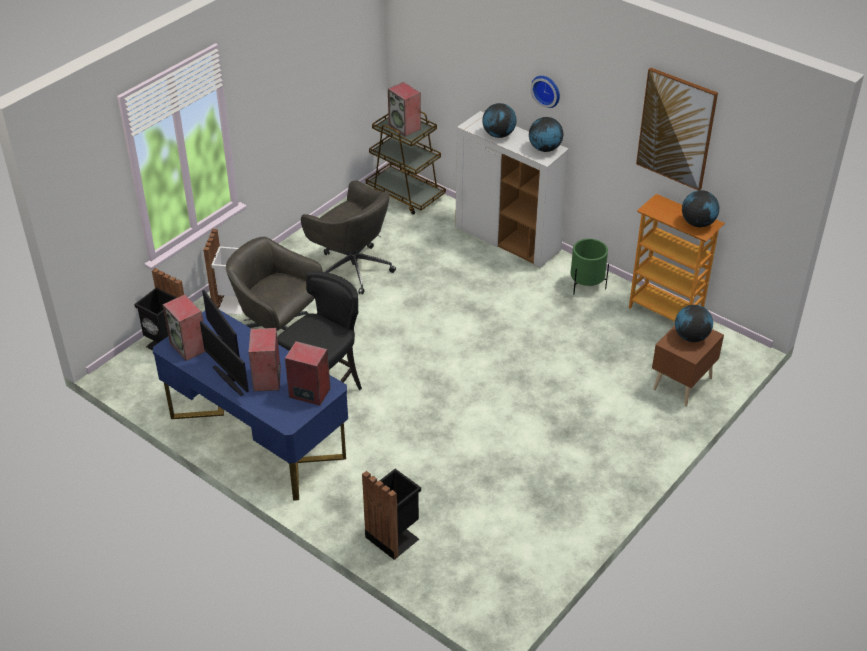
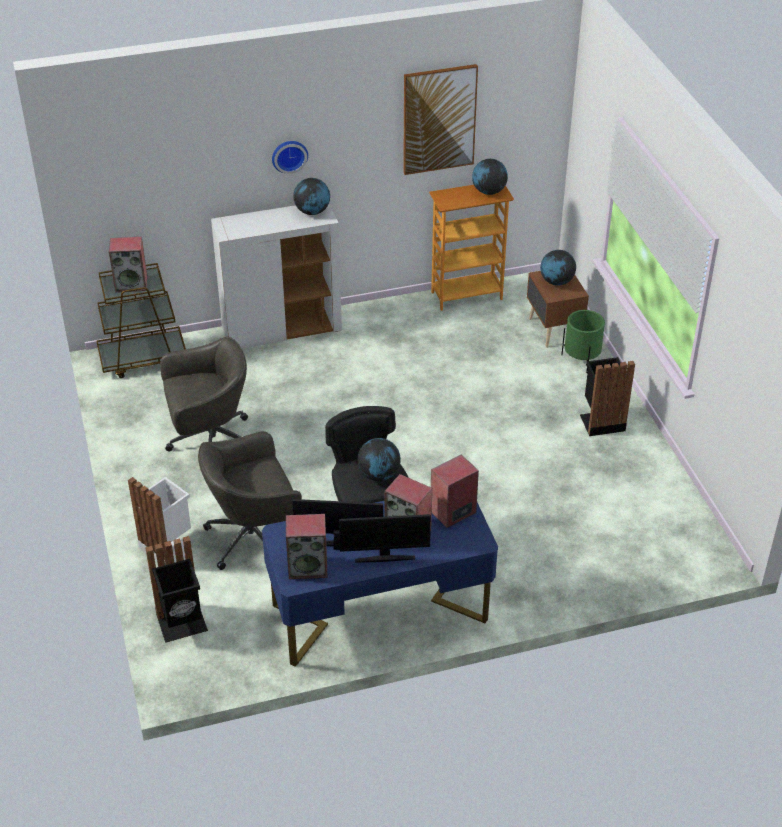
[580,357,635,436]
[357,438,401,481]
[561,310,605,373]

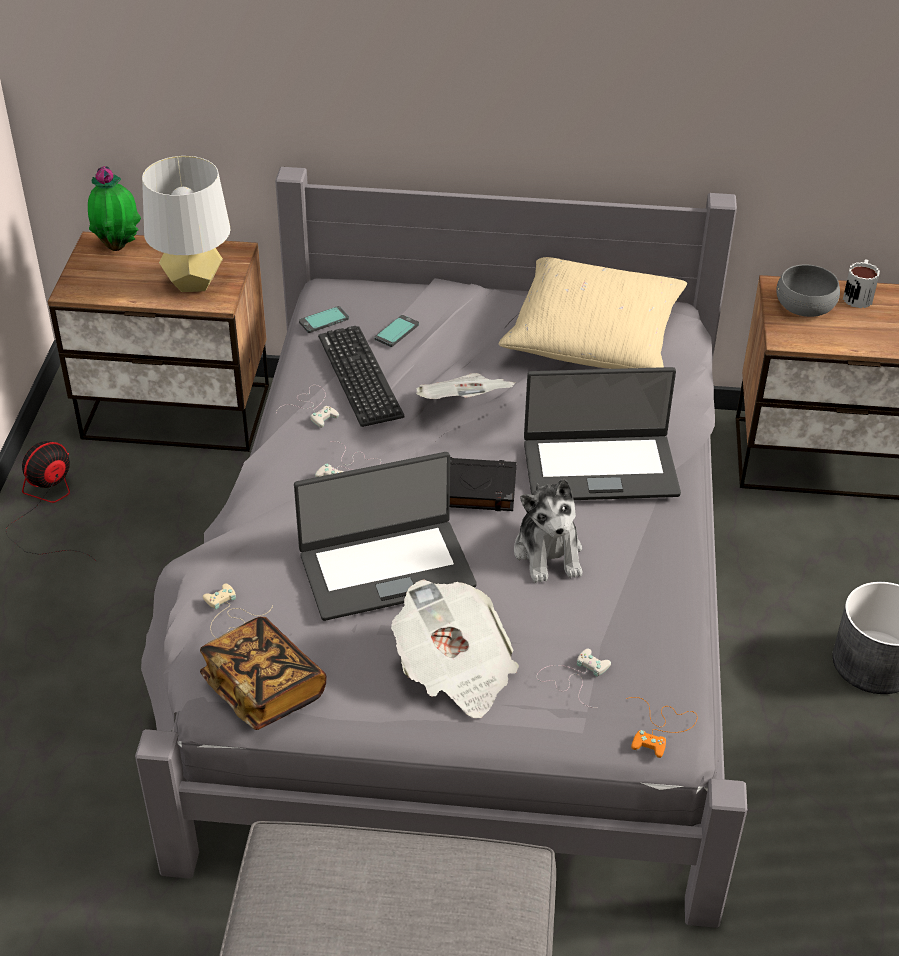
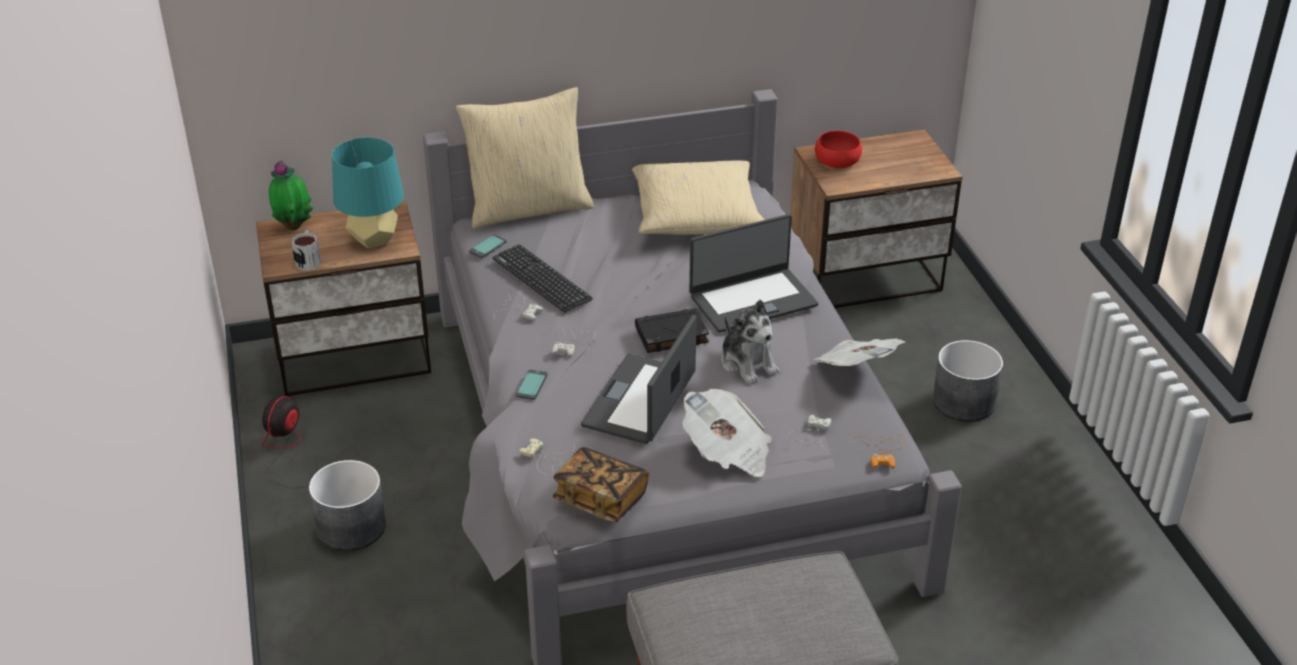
[309,460,386,551]
[456,87,594,229]
[516,369,548,400]
[813,339,906,366]
[292,230,321,271]
[332,137,404,249]
[815,131,862,168]
[581,315,697,444]

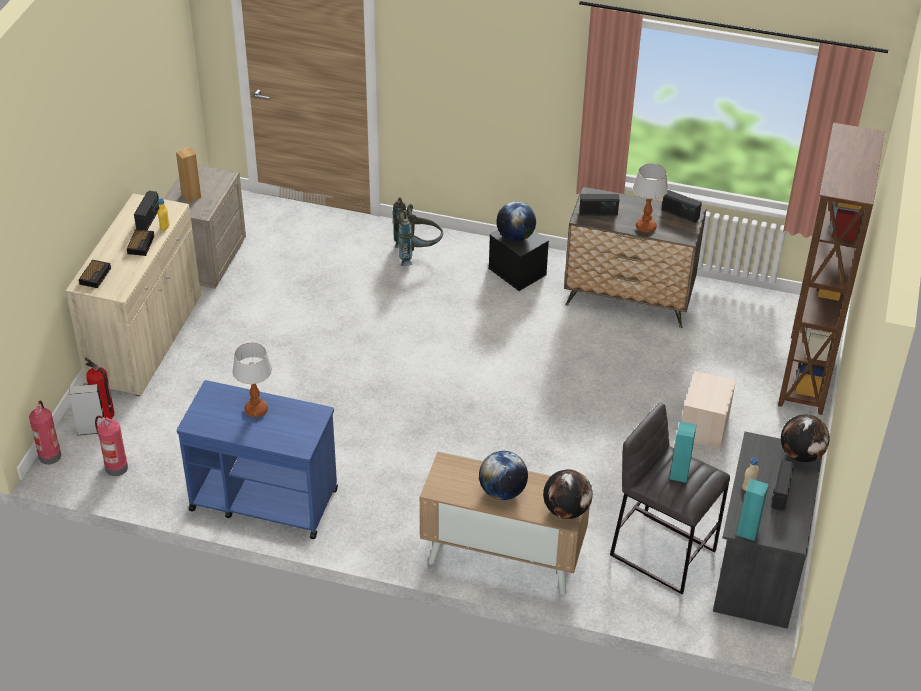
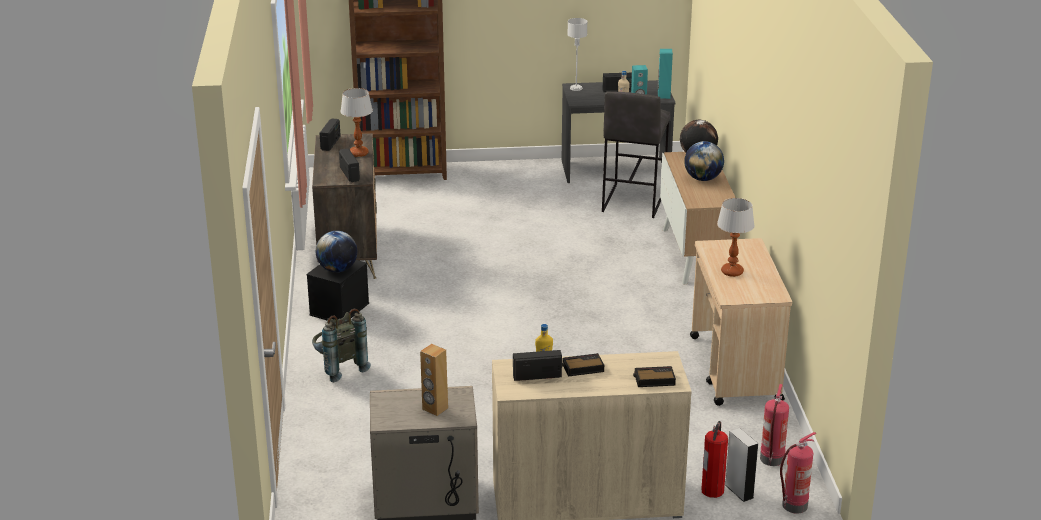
[682,371,736,450] (first image)
[567,18,587,91]
[690,238,792,406]

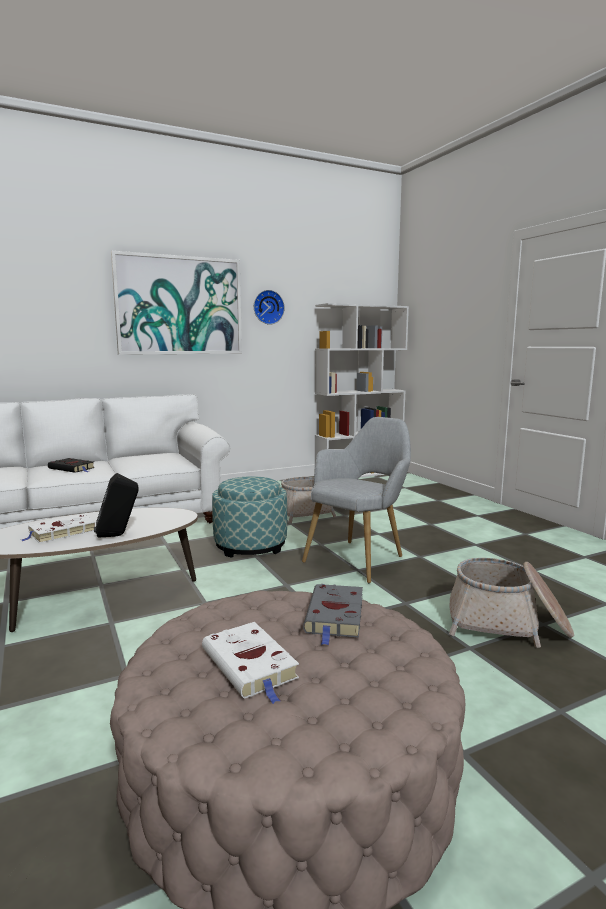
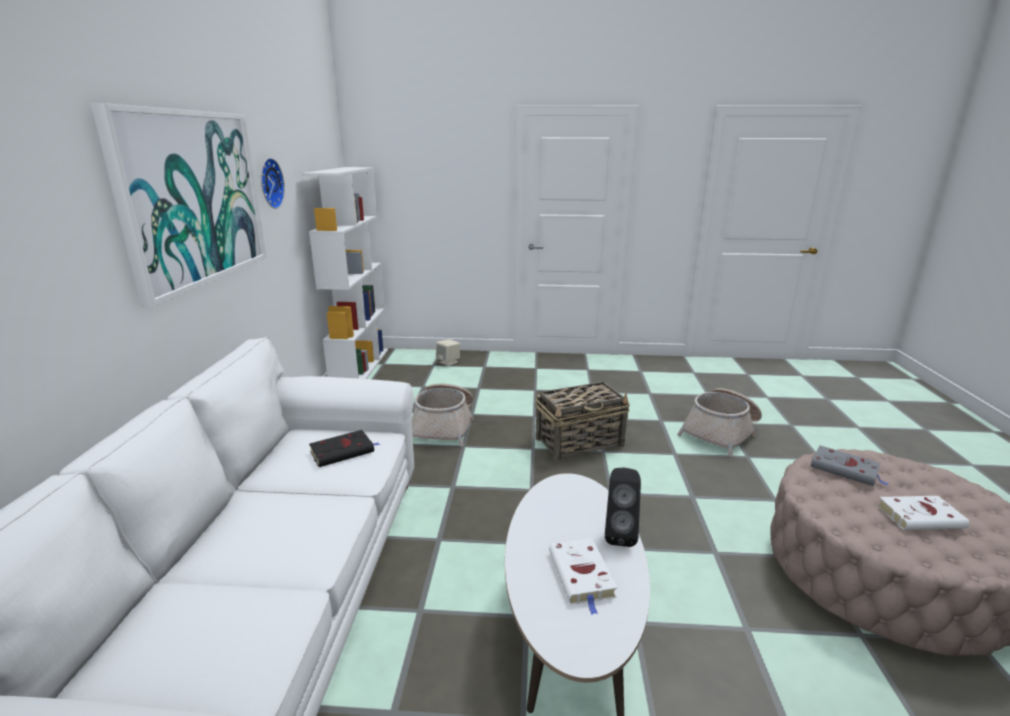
[212,476,287,558] (first image)
[436,339,460,366]
[309,430,380,467]
[535,382,630,461]

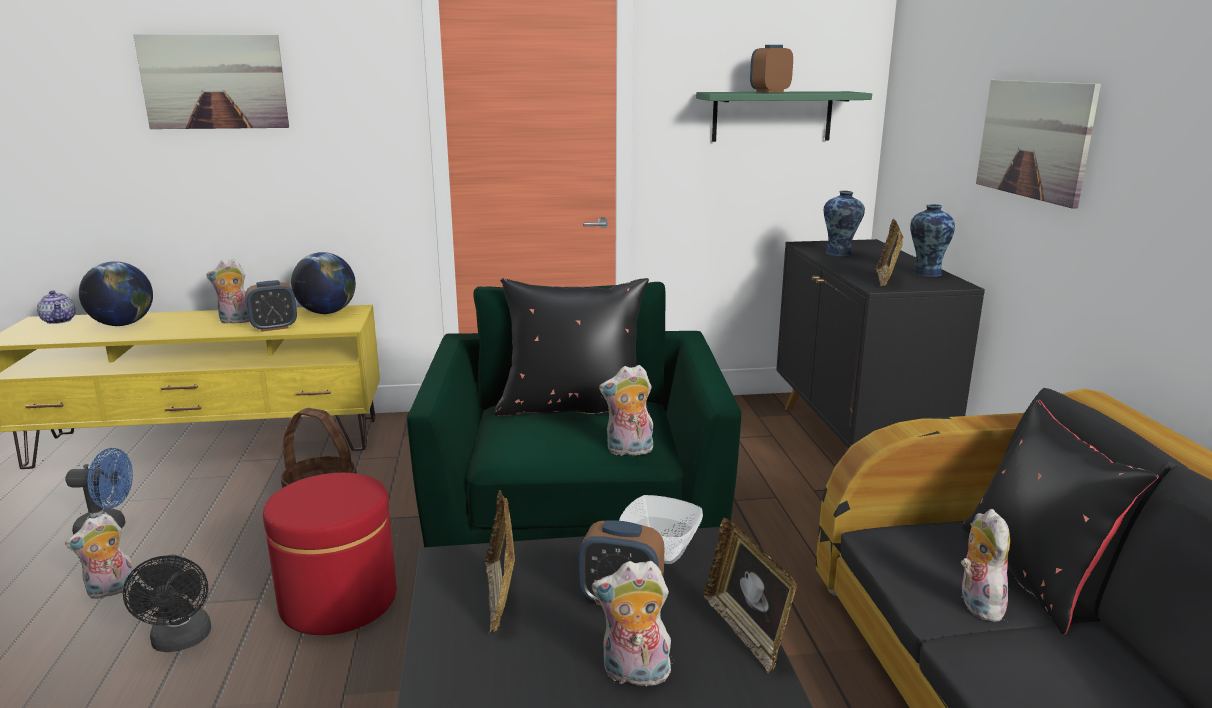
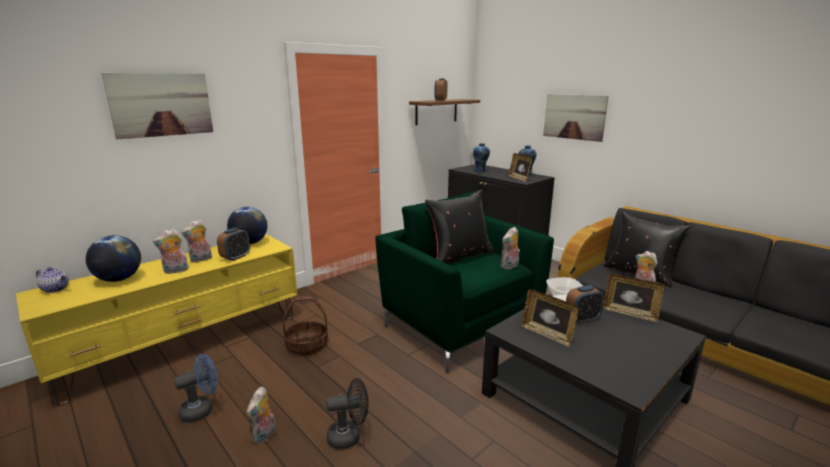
[263,473,396,635] (first image)
[153,229,189,274]
[409,99,480,125]
[326,378,369,449]

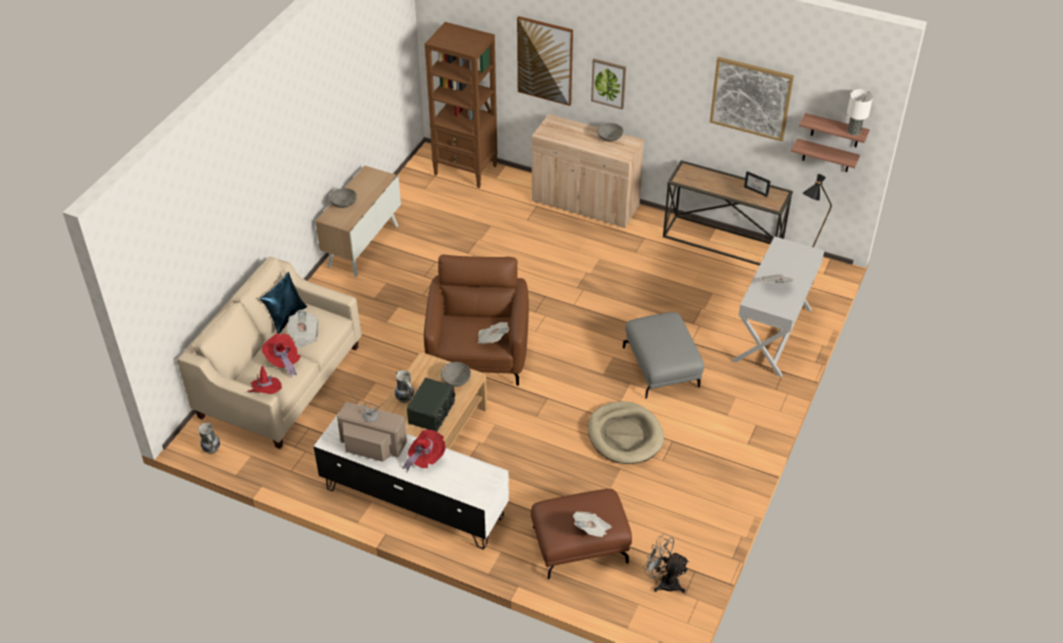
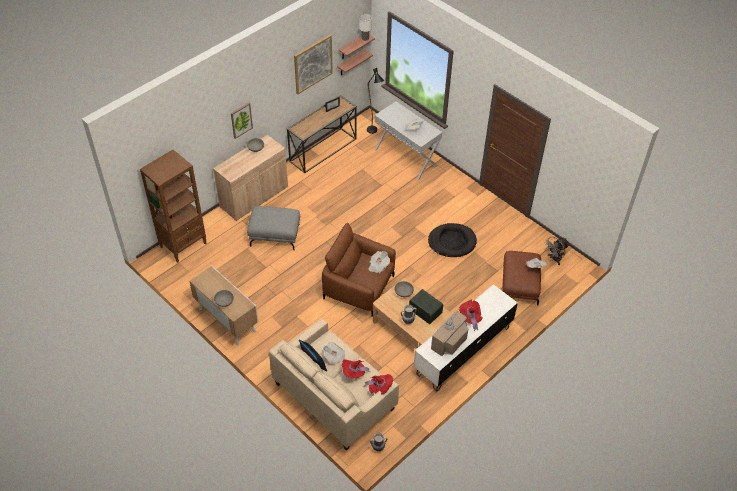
[517,16,573,106] (first image)
[247,206,300,250]
[428,223,477,257]

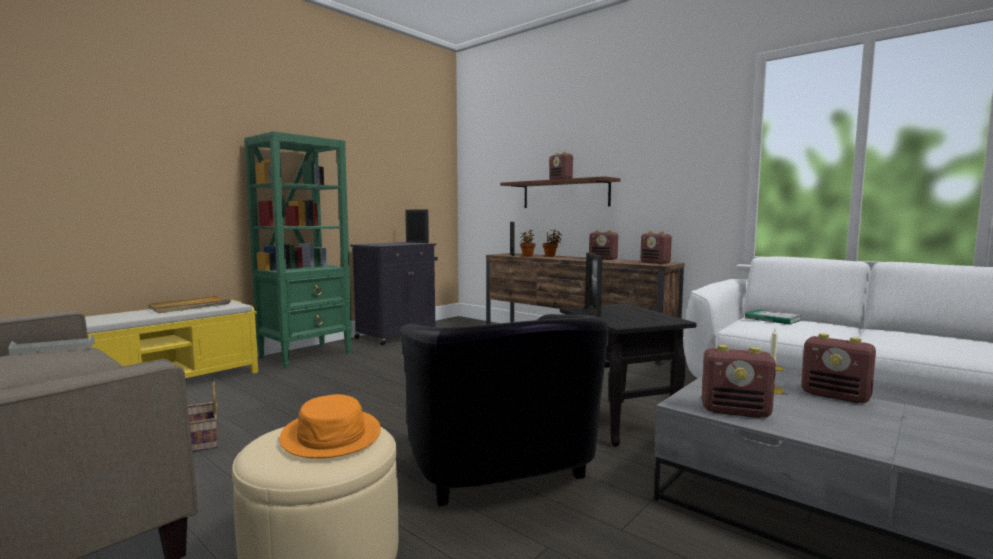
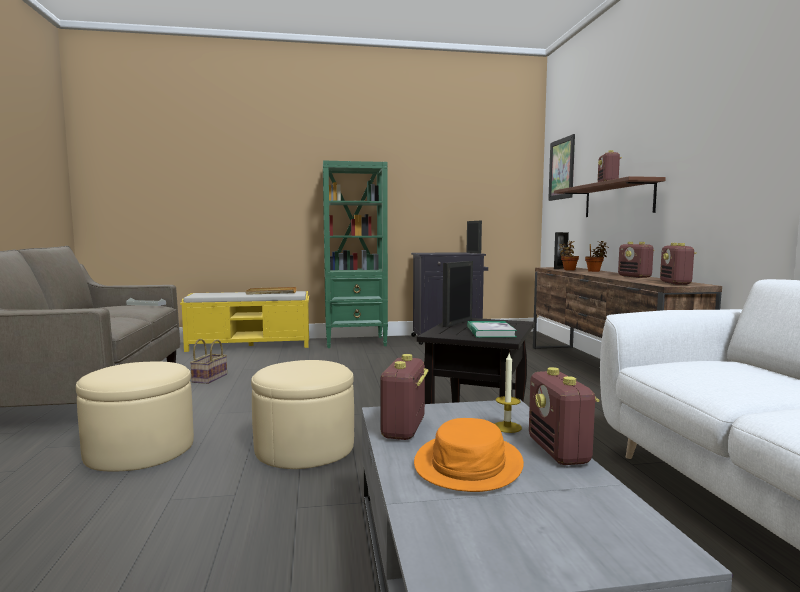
[548,134,575,201]
[414,418,524,492]
[467,321,517,338]
[251,360,354,469]
[380,354,429,440]

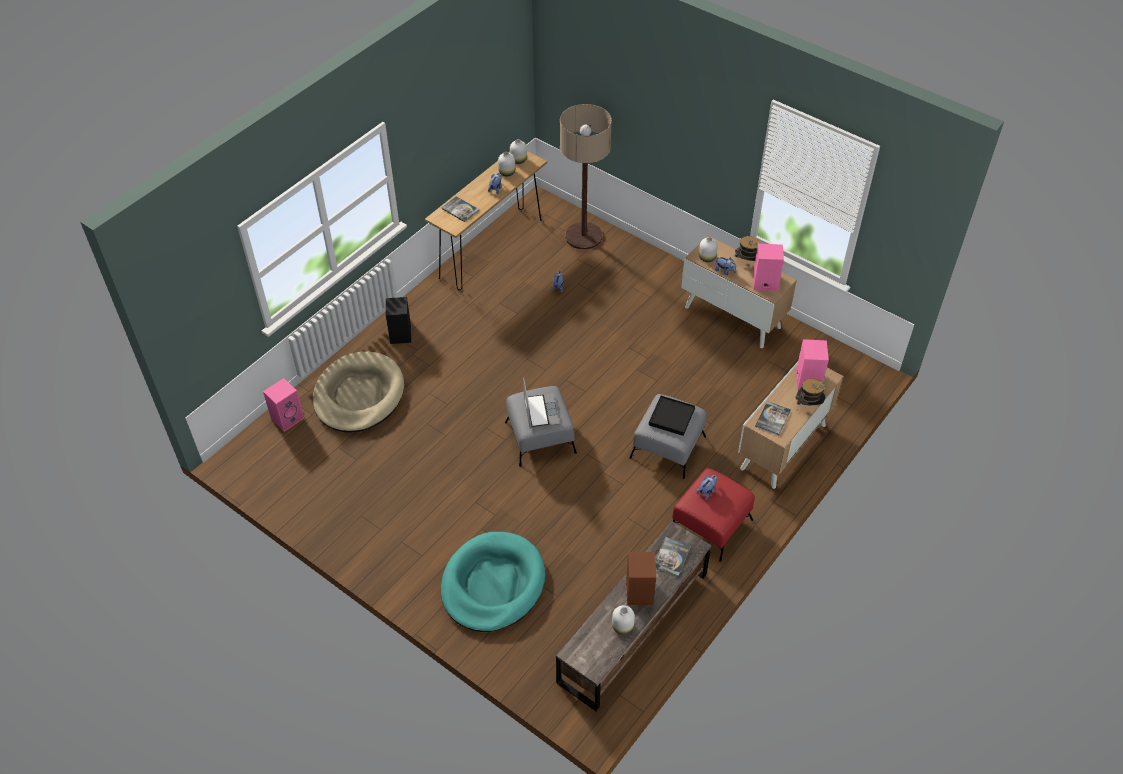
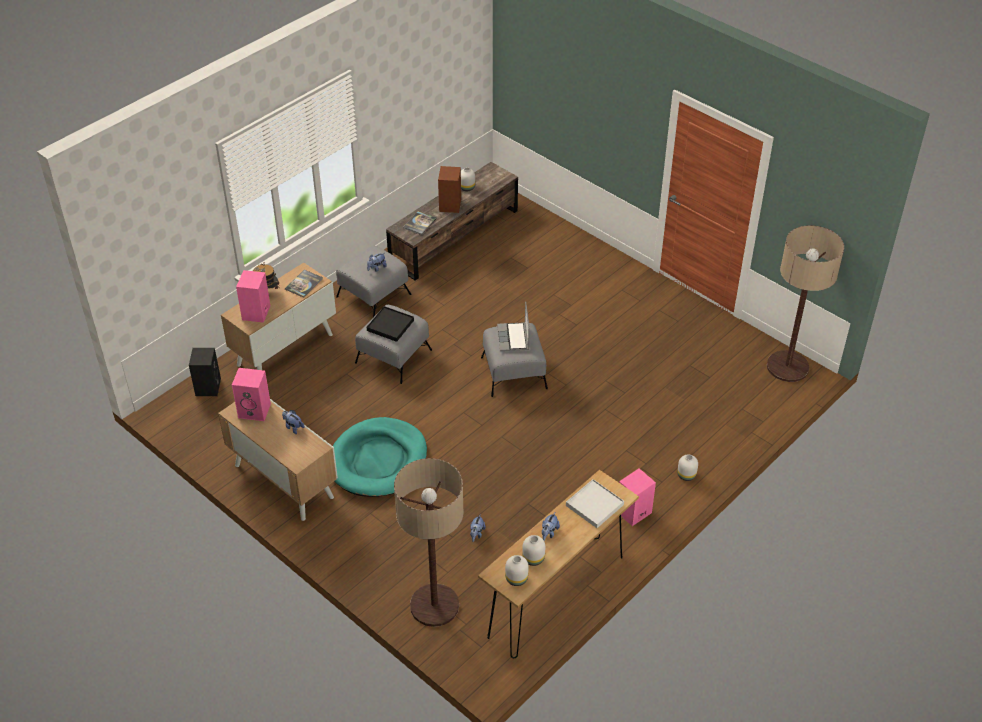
[313,351,404,432] (first image)
[734,236,760,263] (first image)
[767,225,844,382]
[619,468,656,526]
[189,348,221,396]
[333,417,427,497]
[677,455,698,481]
[566,479,624,528]
[336,246,411,317]

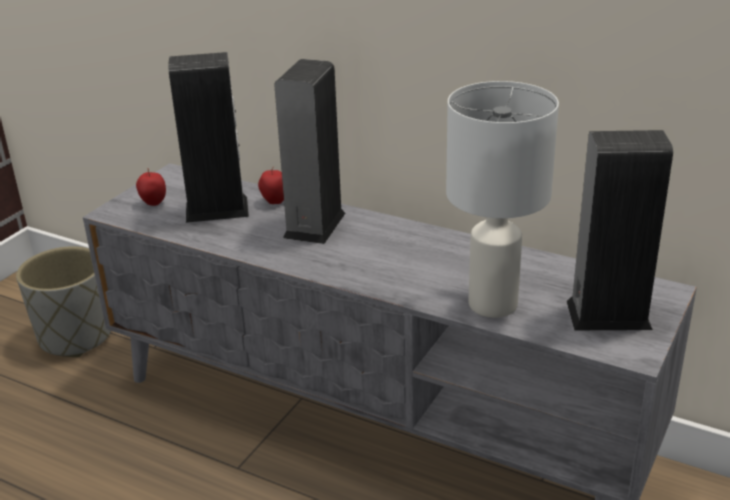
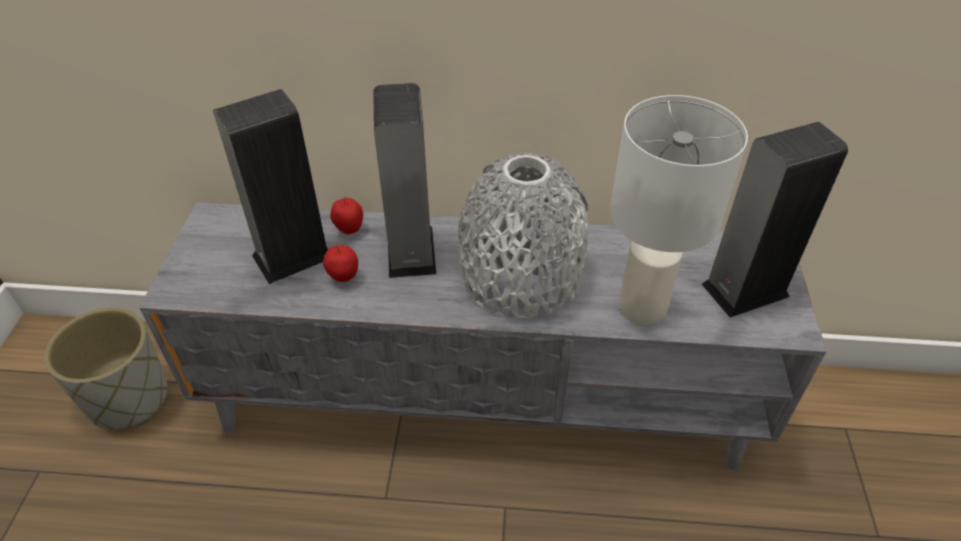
[458,153,588,319]
[323,244,358,282]

